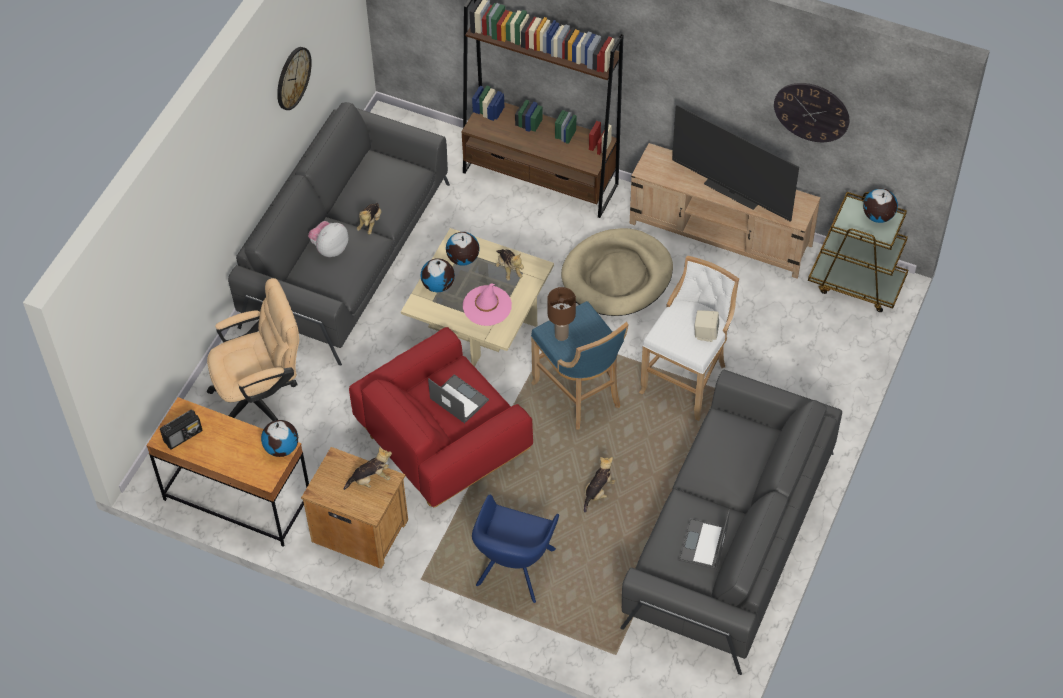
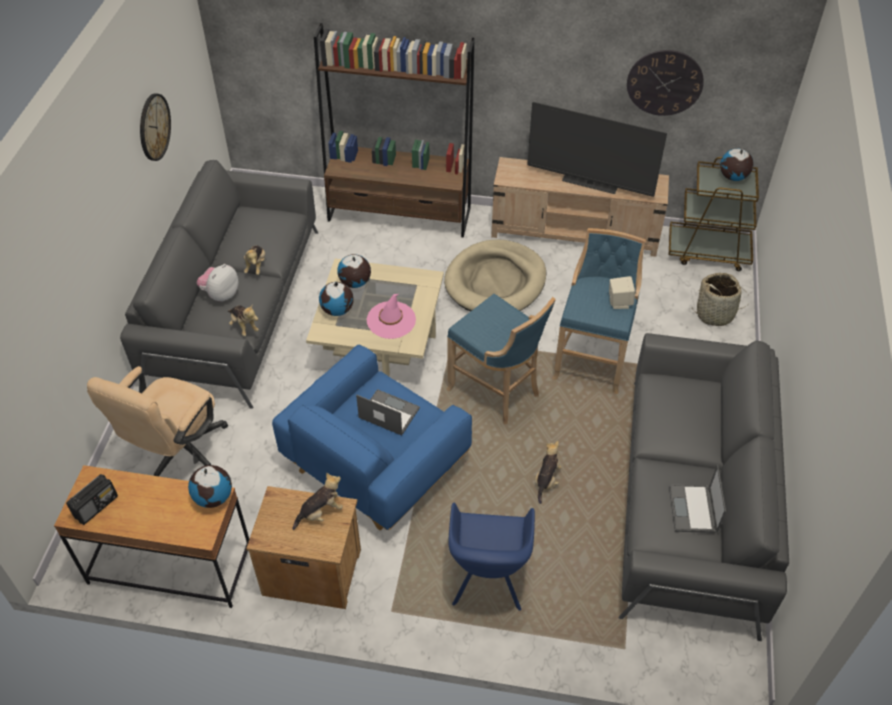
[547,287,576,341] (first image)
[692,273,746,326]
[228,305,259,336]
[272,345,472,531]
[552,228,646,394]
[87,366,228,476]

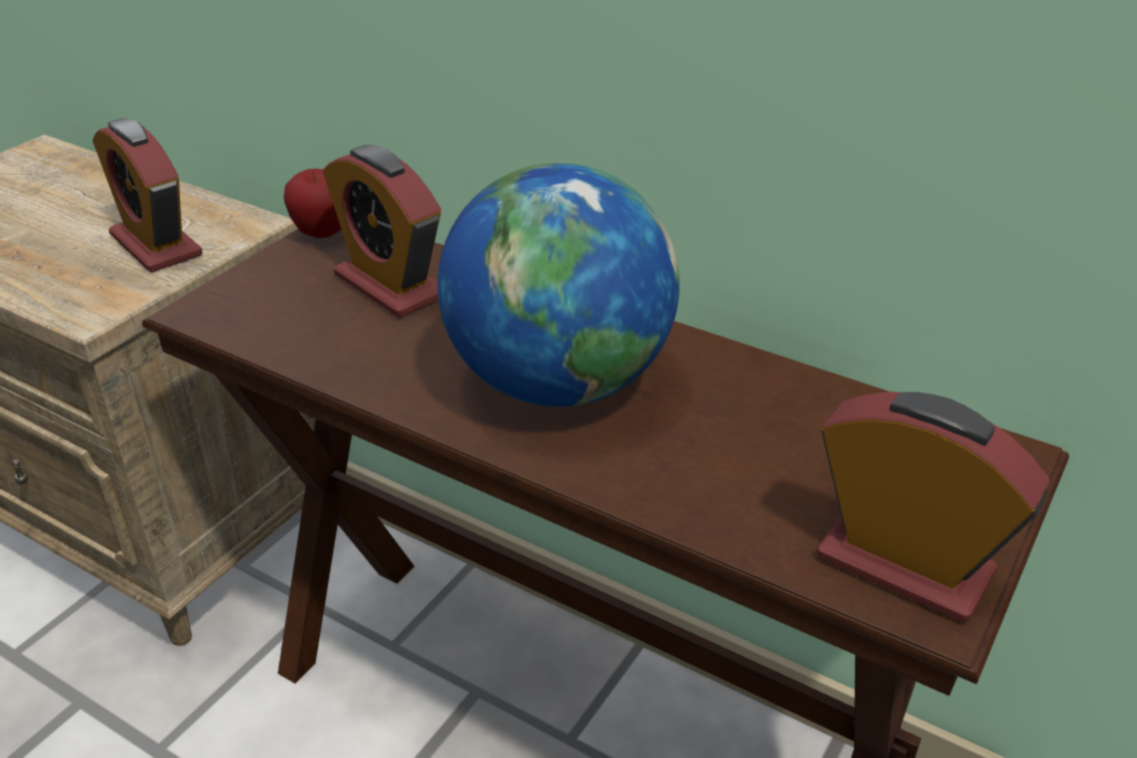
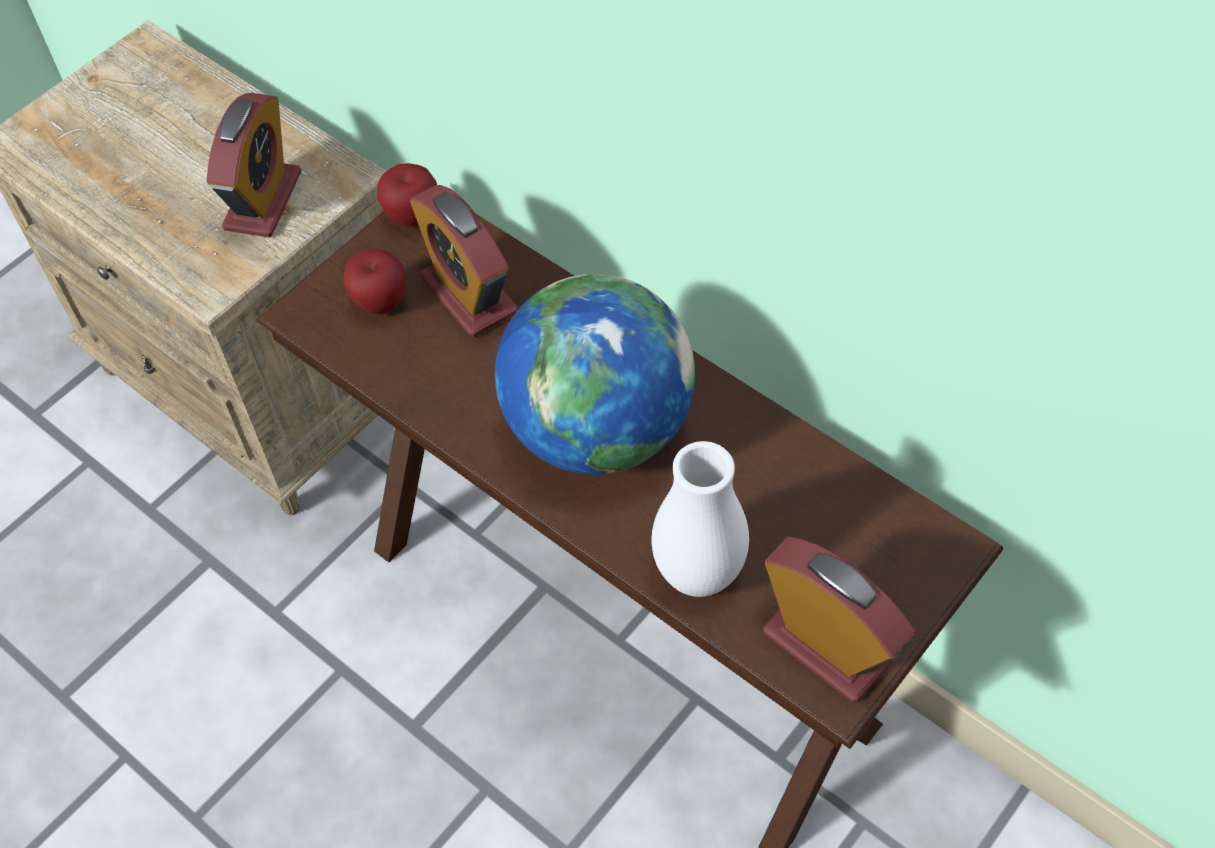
[343,249,406,314]
[652,441,749,597]
[206,93,301,237]

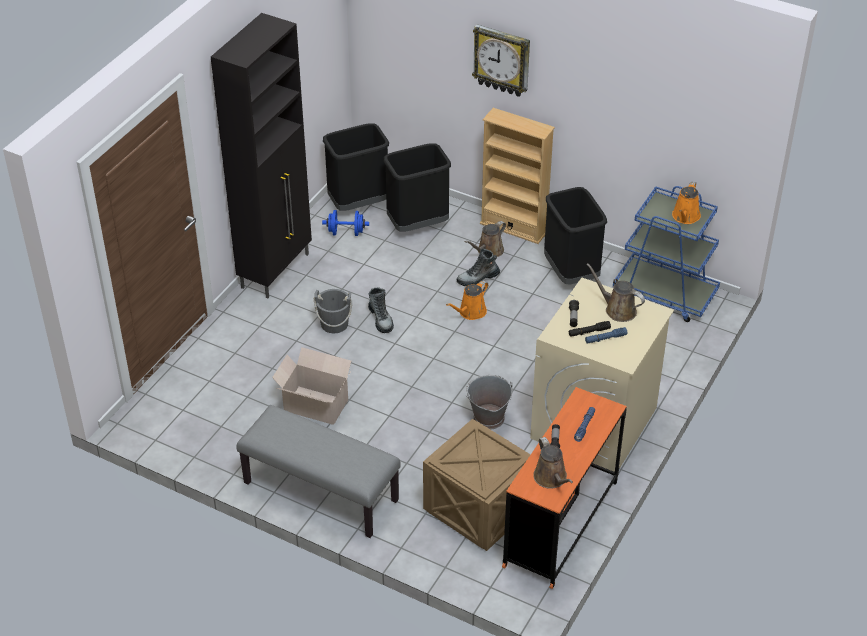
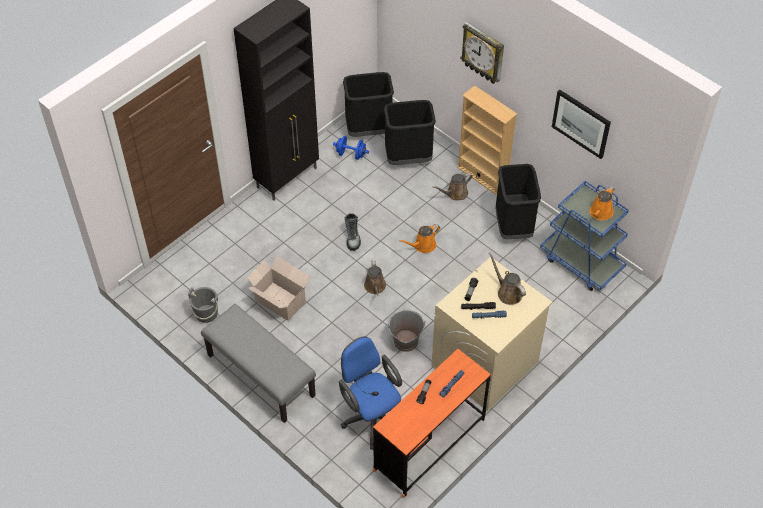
[456,249,500,286] (first image)
[552,90,611,159]
[188,287,218,323]
[364,260,386,295]
[339,336,402,450]

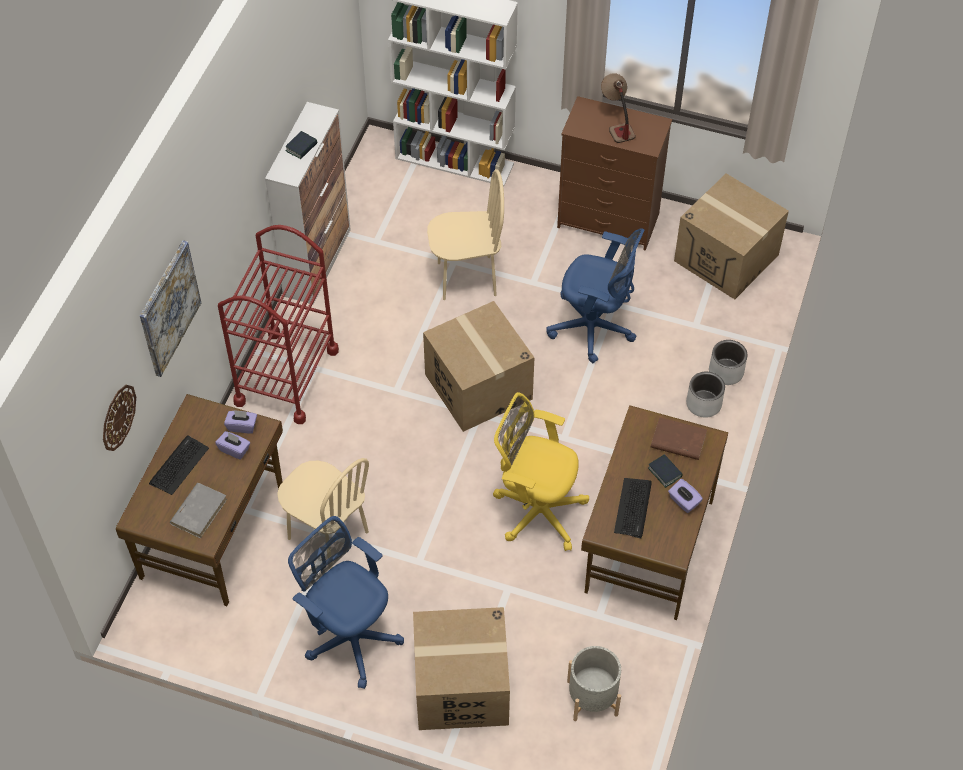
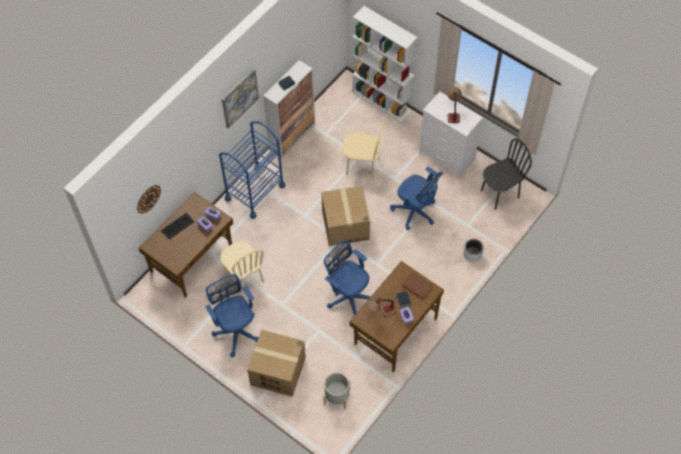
[170,483,227,539] (first image)
[686,372,725,418] (first image)
[222,68,259,129]
[367,298,396,317]
[481,138,532,210]
[219,121,285,219]
[324,239,371,315]
[419,92,483,178]

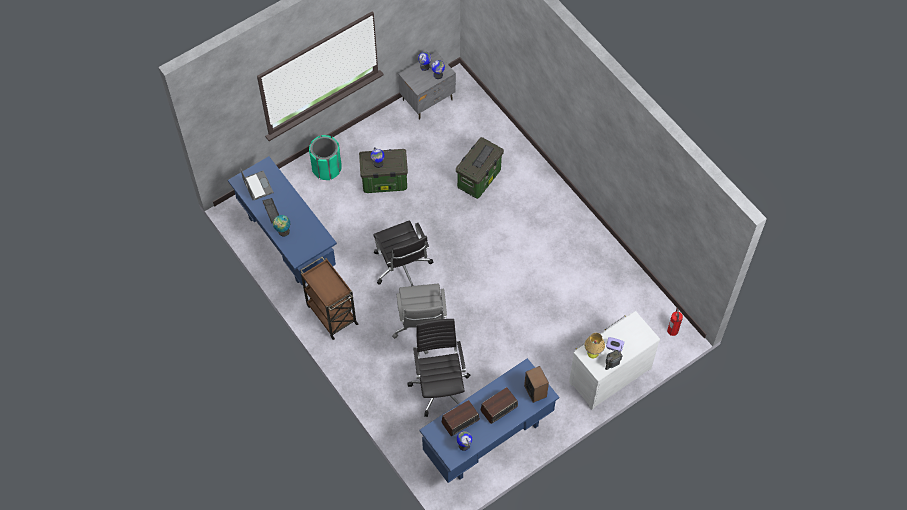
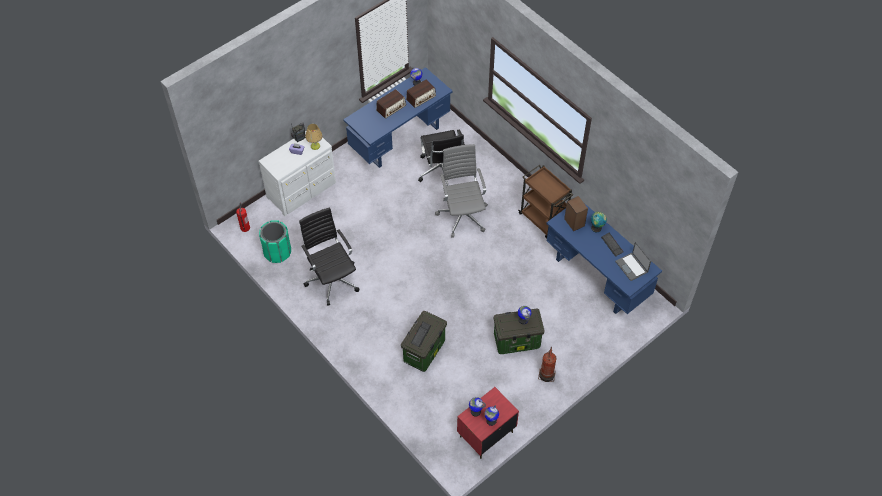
[538,347,557,382]
[259,220,291,263]
[299,207,360,306]
[564,196,588,231]
[457,387,519,459]

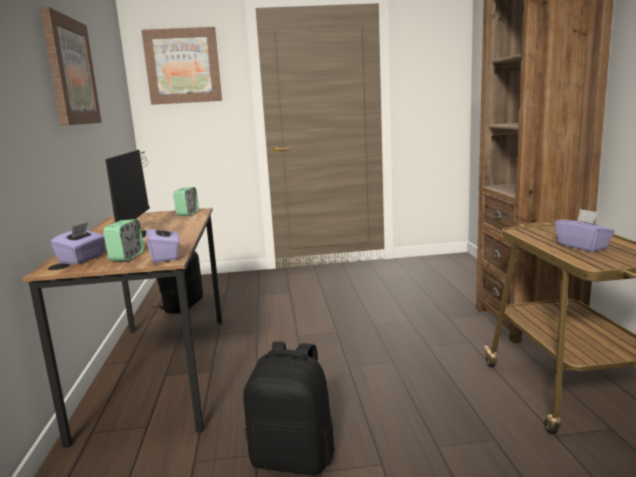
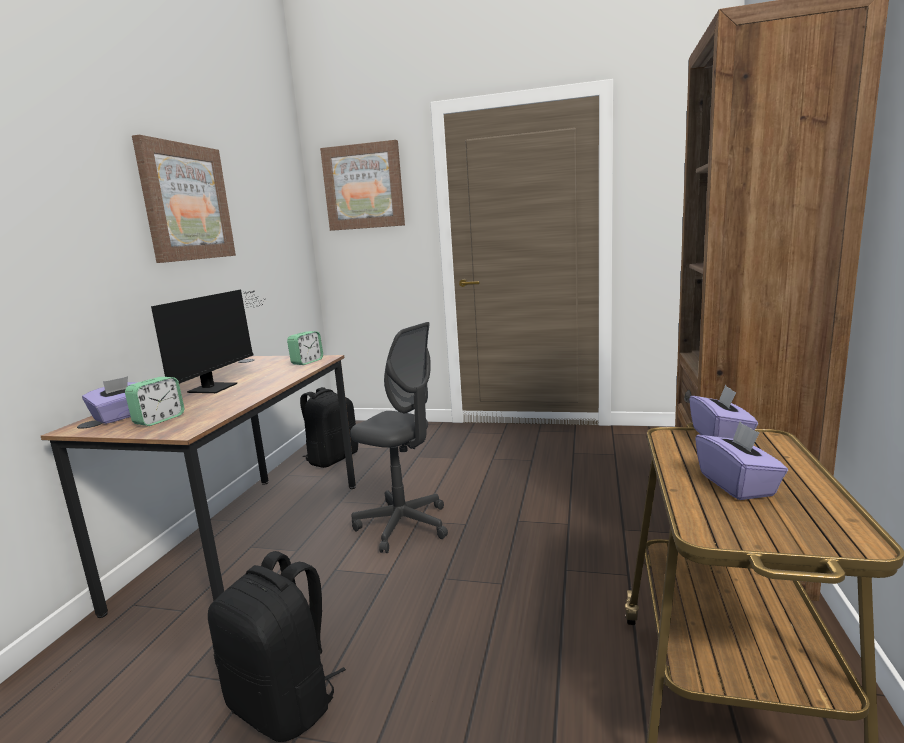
[350,322,448,553]
[689,385,758,439]

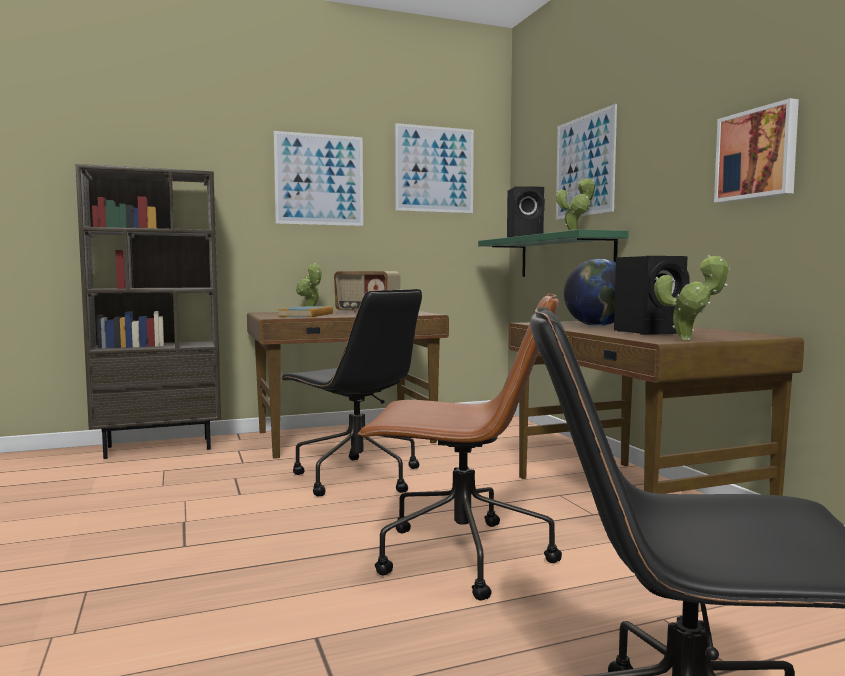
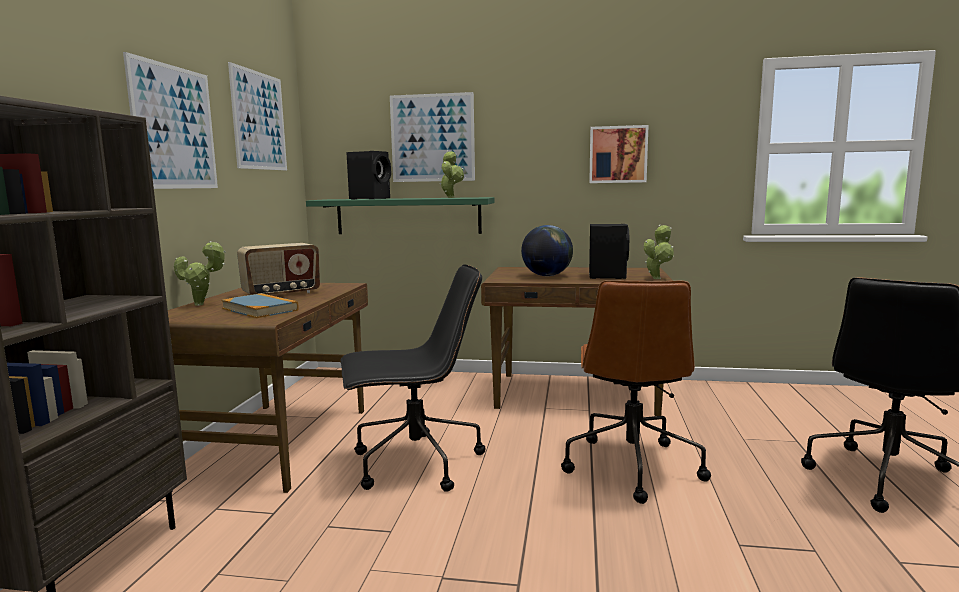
[561,280,711,504]

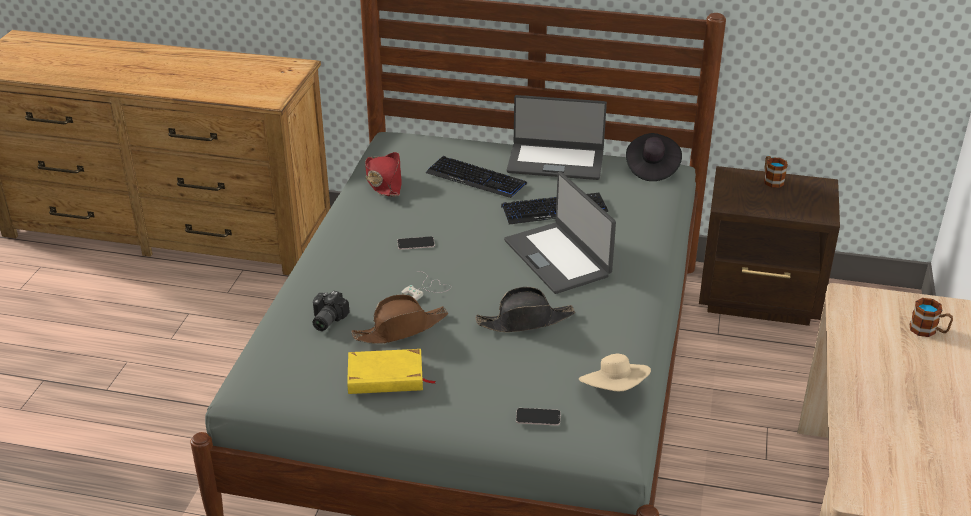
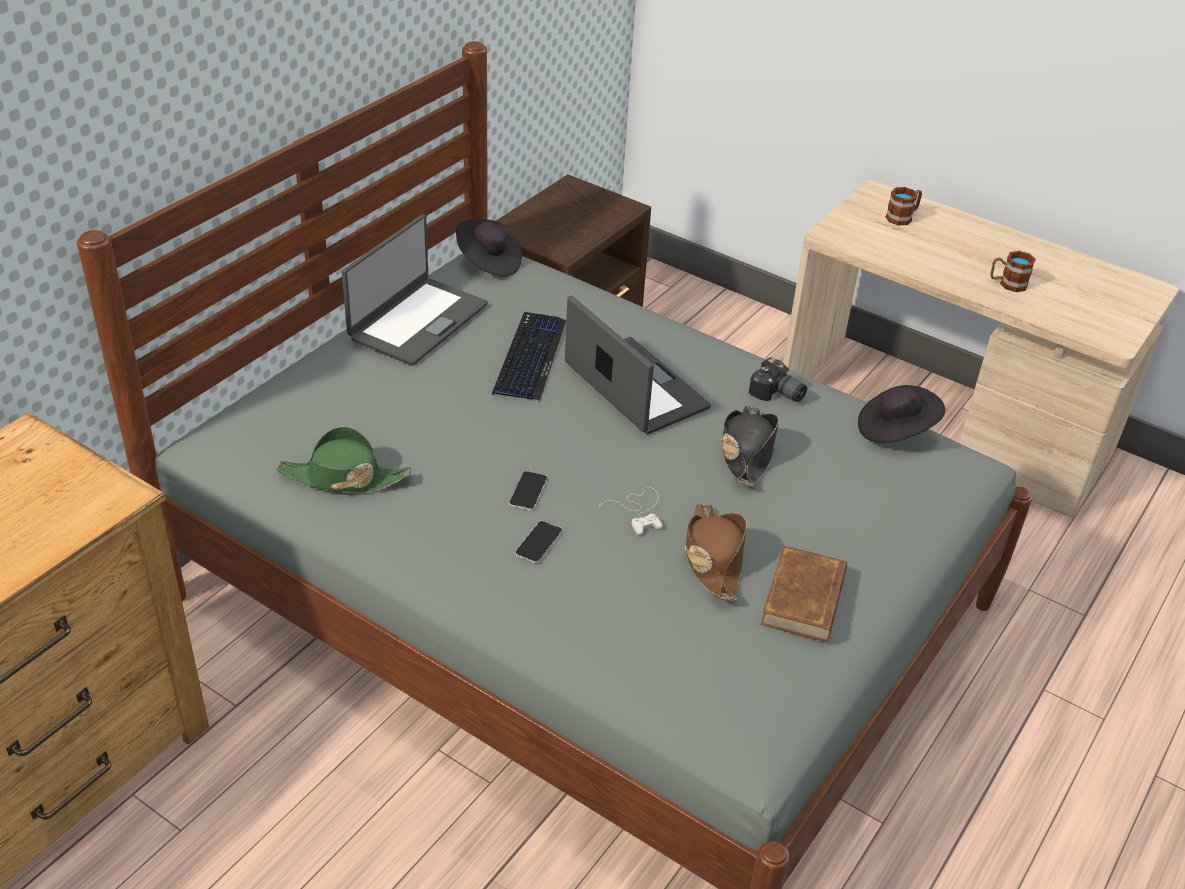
[426,156,527,198] (first image)
[749,357,807,402]
[515,521,562,563]
[990,251,1036,292]
[761,545,847,642]
[276,426,411,492]
[858,385,945,443]
[565,295,711,435]

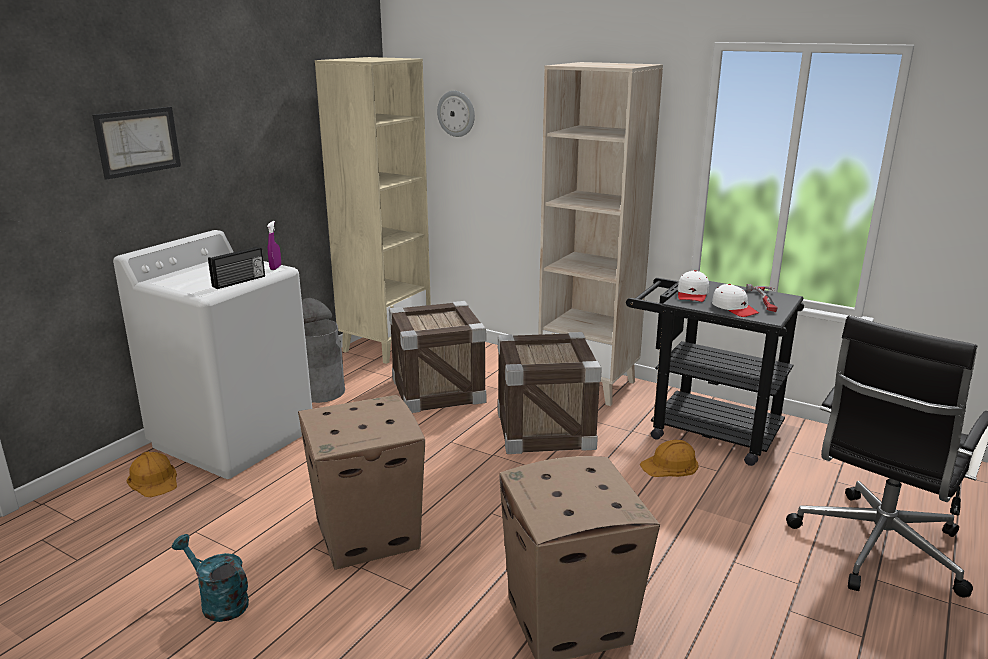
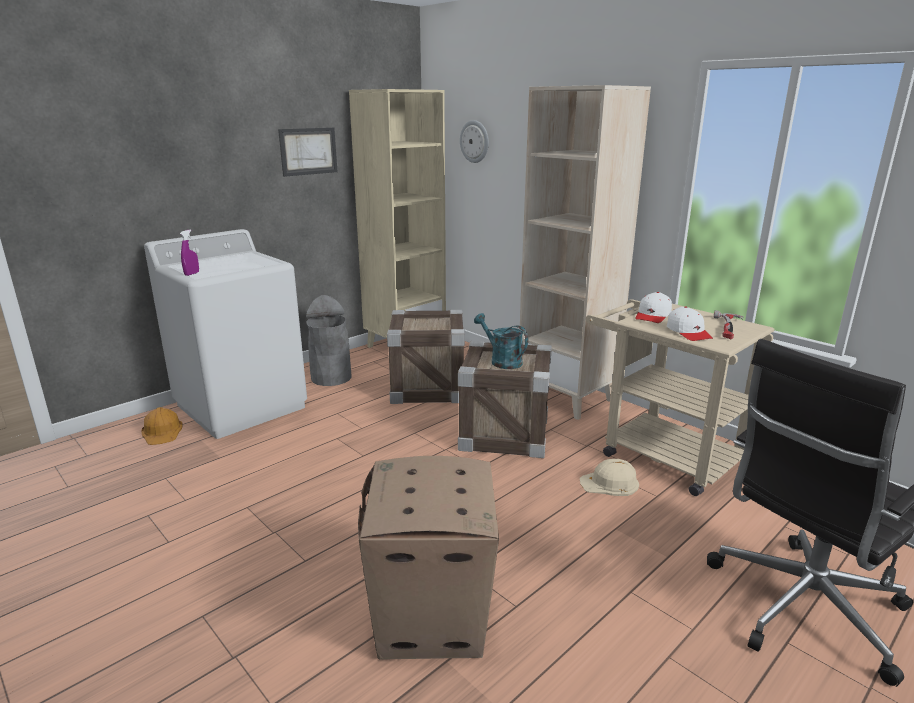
[208,246,265,289] (first image)
[298,395,425,570] (first image)
[278,128,338,177]
[474,313,528,369]
[180,230,199,276]
[586,299,774,496]
[580,459,639,496]

